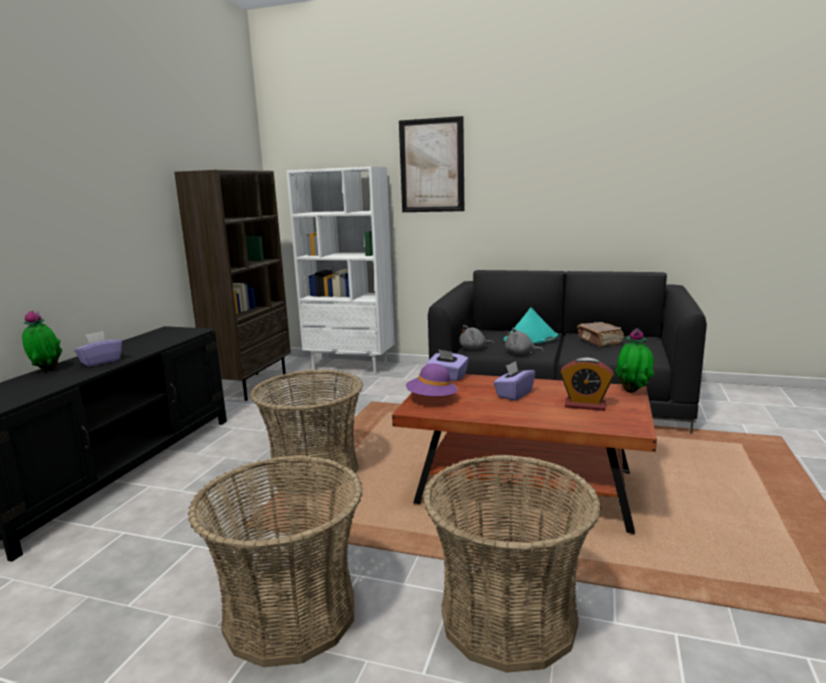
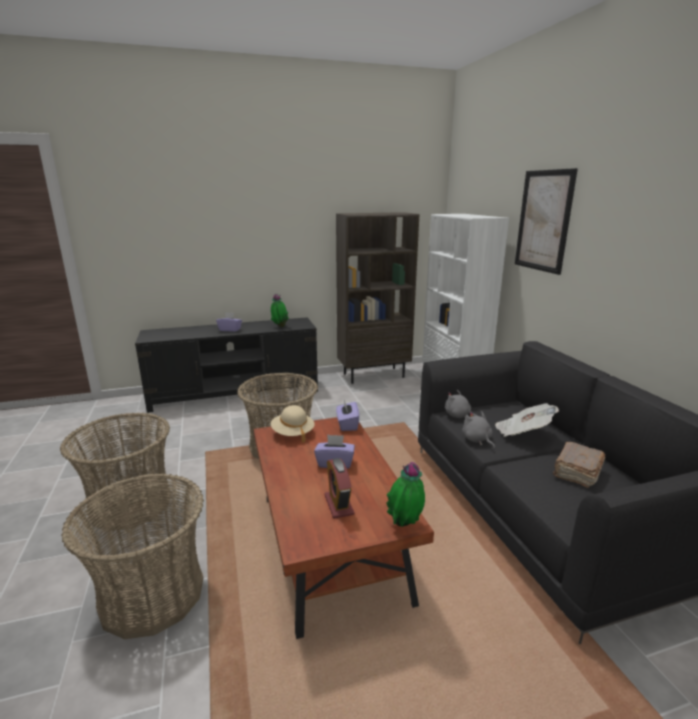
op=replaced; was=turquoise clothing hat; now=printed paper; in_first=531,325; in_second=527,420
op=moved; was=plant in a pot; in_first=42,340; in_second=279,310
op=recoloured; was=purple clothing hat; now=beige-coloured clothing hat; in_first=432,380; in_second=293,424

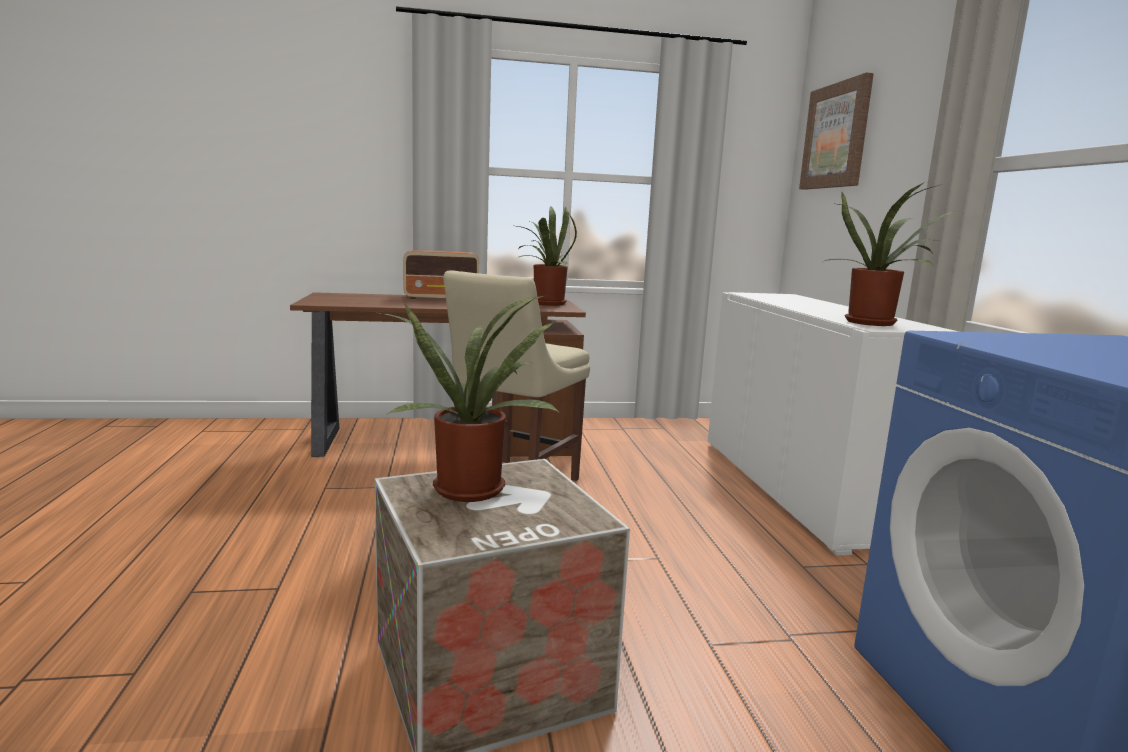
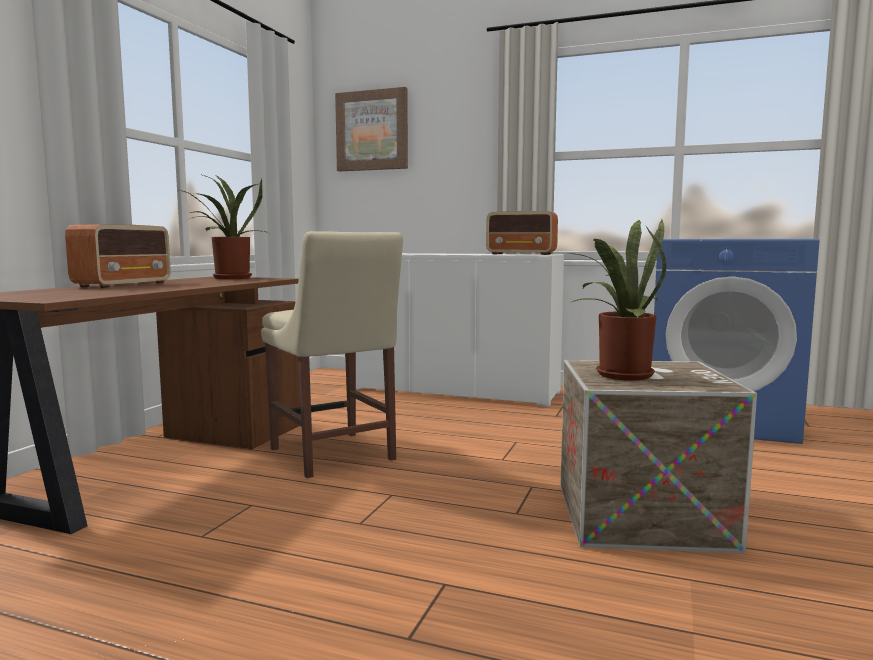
op=replaced; was=plant in a pot; now=radio; in_first=891,254; in_second=522,233

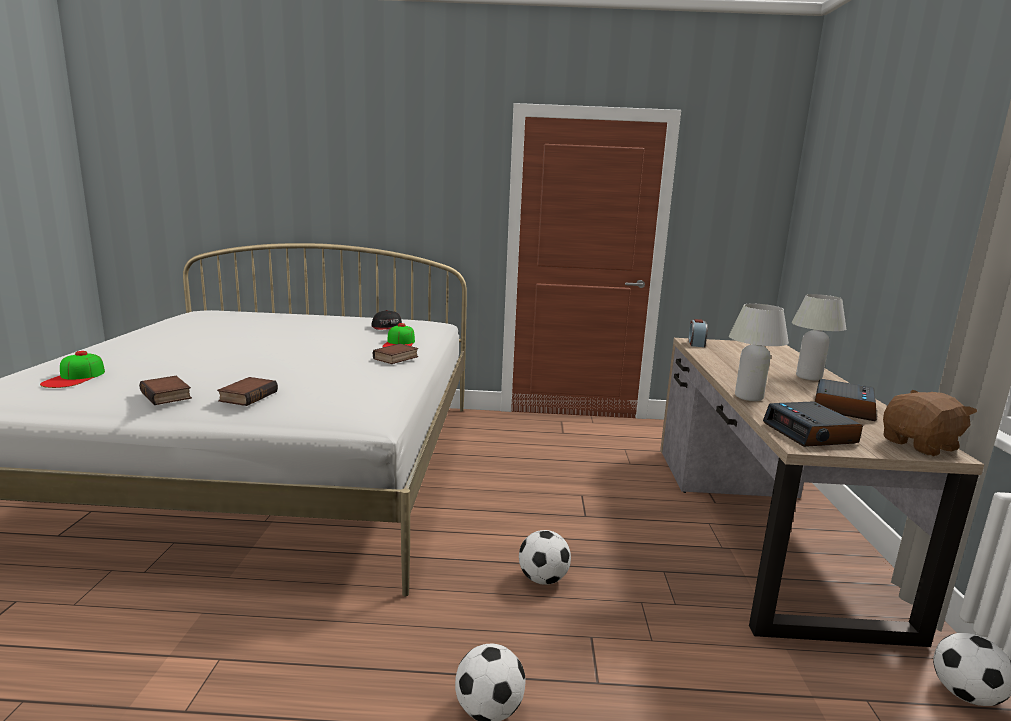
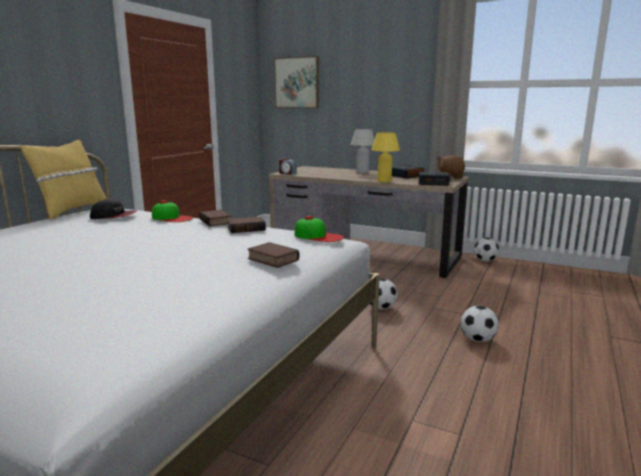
op=recoloured; was=white lamp for a table; now=yellow-coloured lamp for a table; in_first=759,352; in_second=385,157
op=moved; was=peaked cap; in_first=72,369; in_second=319,229
op=moved; was=bound book; in_first=165,390; in_second=246,225
op=added; now=picture; in_second=296,82
op=added; now=yellow-coloured cushion; in_second=63,180

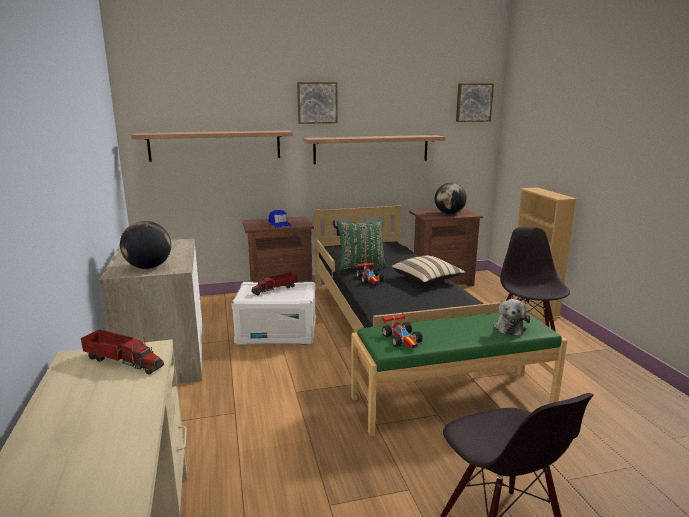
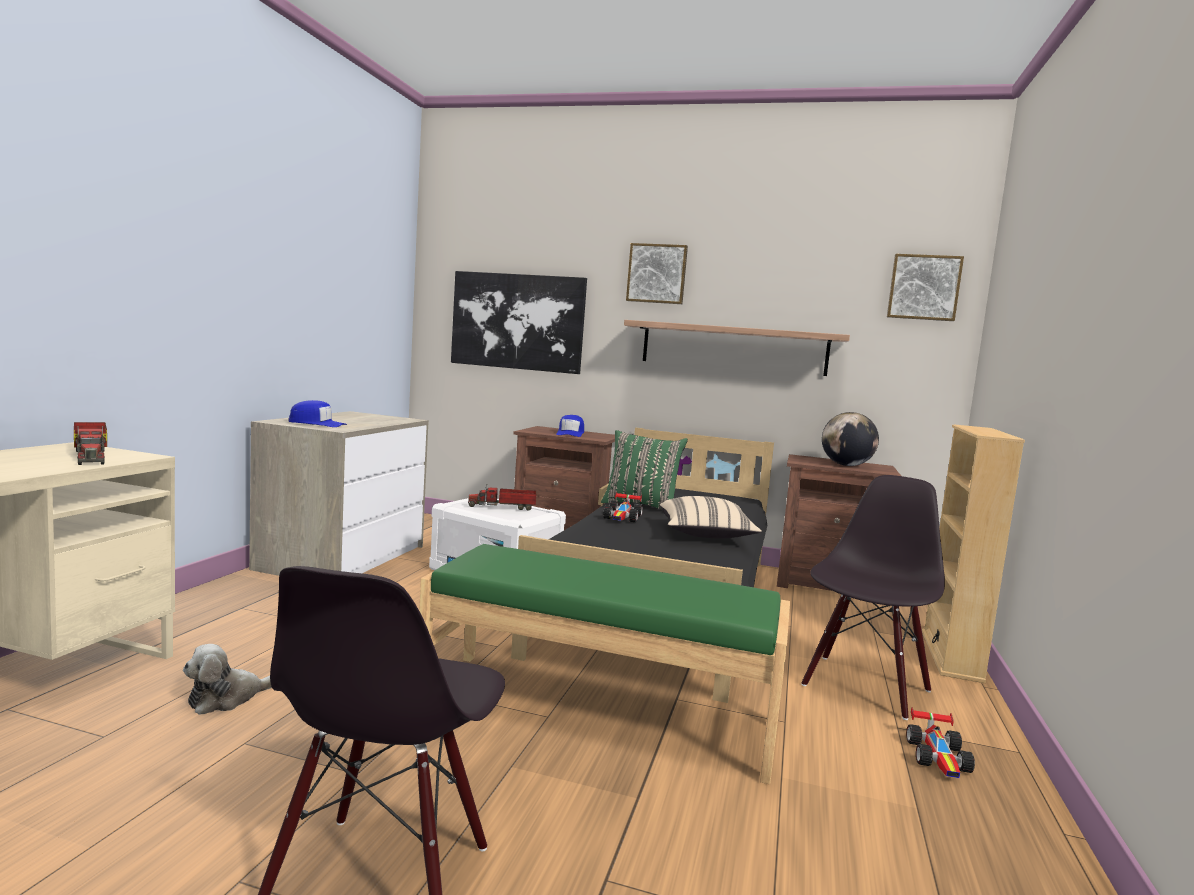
op=replaced; was=shelf; now=picture; in_first=212,146; in_second=519,322
op=replaced; was=world globe; now=blue-coloured peaked cap; in_first=145,245; in_second=317,413
op=moved; was=cuddly toy; in_first=512,317; in_second=227,679
op=moved; was=miniature car; in_first=402,330; in_second=940,742

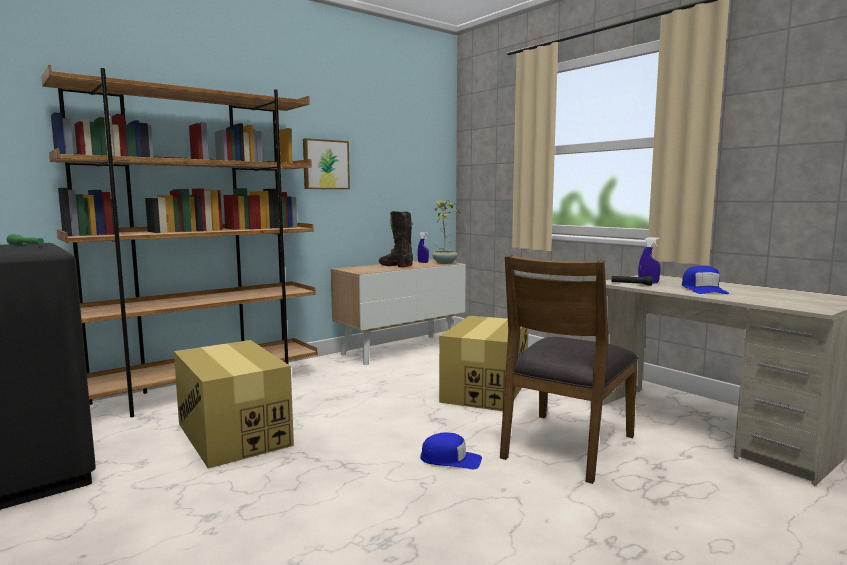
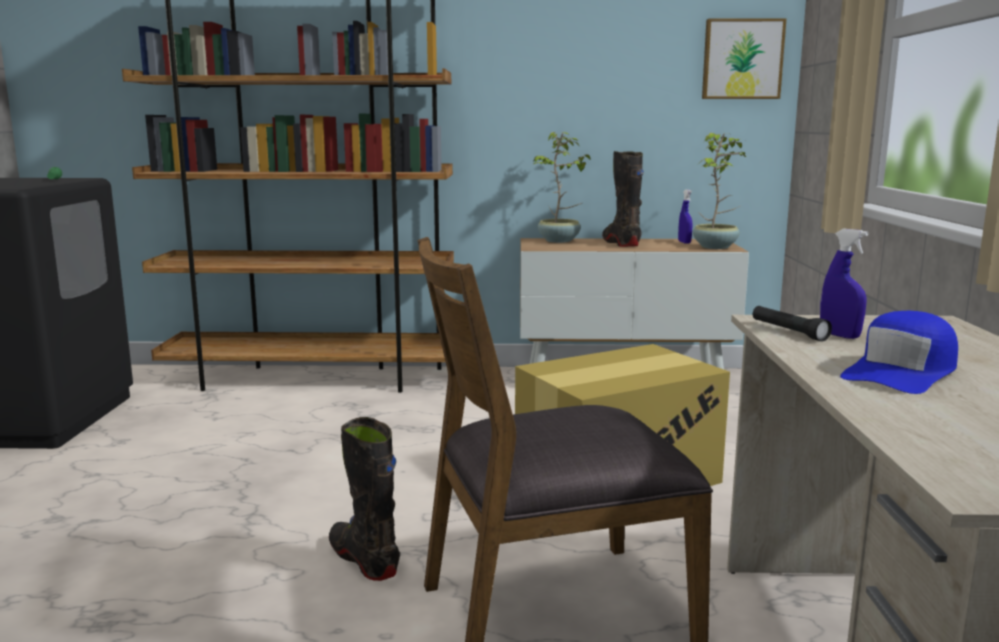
op=moved; was=picture; in_first=326,163; in_second=744,58
op=removed; was=cardboard box; in_first=234,404
op=replaced; was=blue-coloured peaked cap; now=blackish high-top boot; in_first=451,450; in_second=364,499
op=added; now=plant in a pot; in_second=562,187

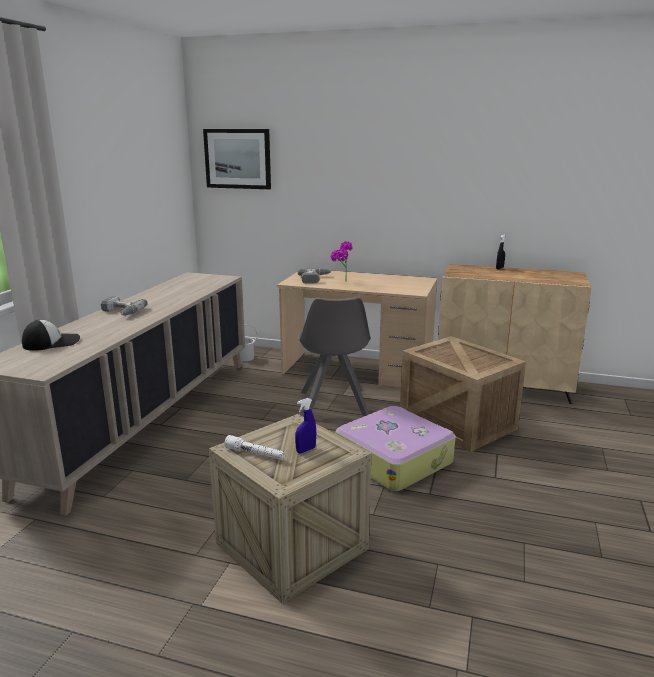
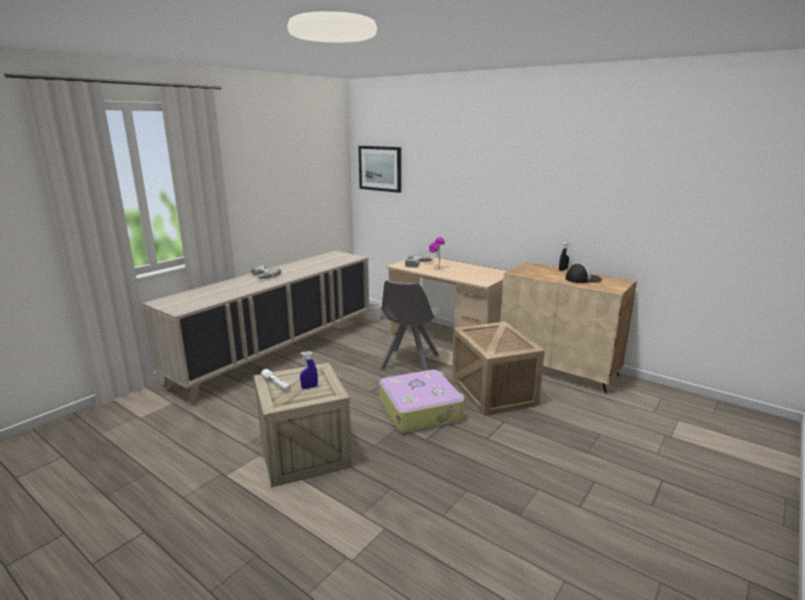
op=moved; was=peaked cap; in_first=51,335; in_second=583,273

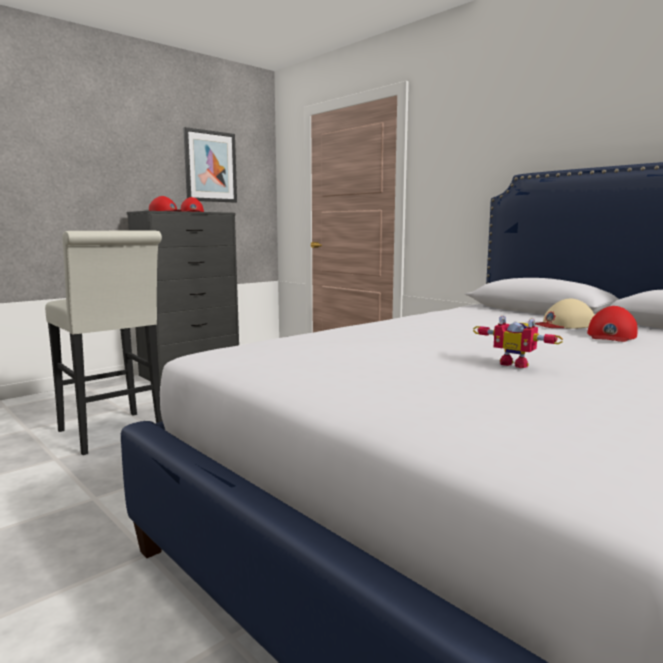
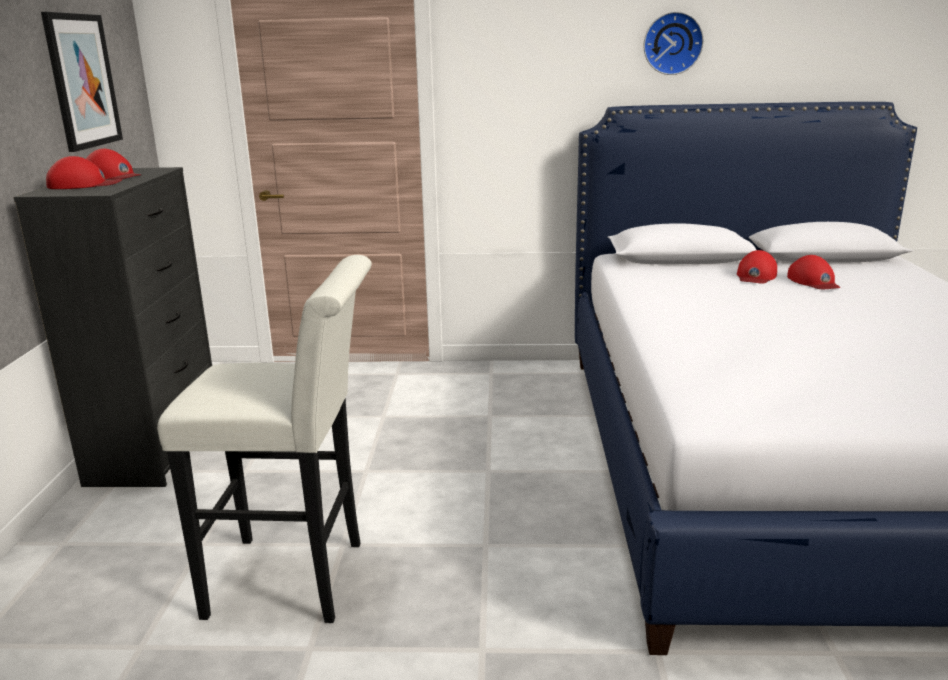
op=recoloured; was=beige-coloured peaked cap; now=red peaked cap; in_first=564,314; in_second=757,267
op=removed; was=toy robot; in_first=518,341
op=added; now=clock on the wall; in_second=674,43

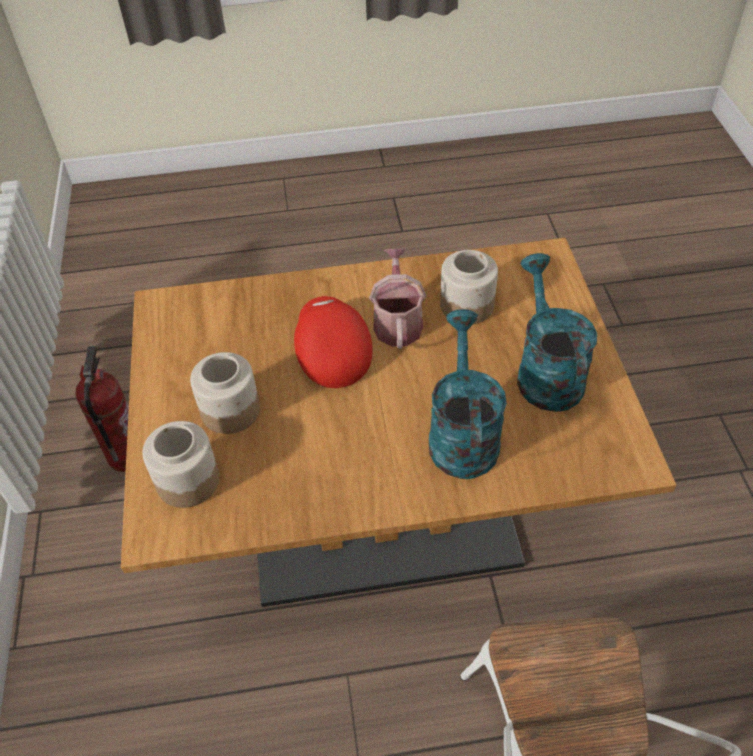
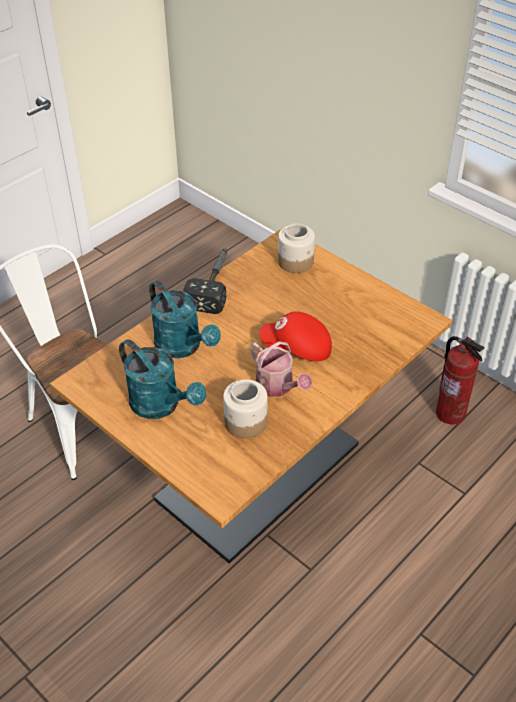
op=turned; was=red peaked cap; in_first=333,342; in_second=296,336; clockwise=150
op=removed; was=jar; in_first=225,393
op=added; now=hand hammer; in_second=205,281

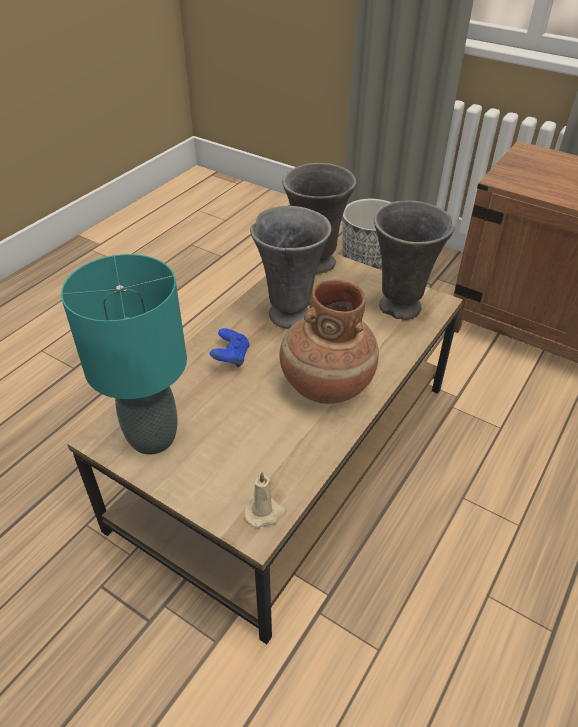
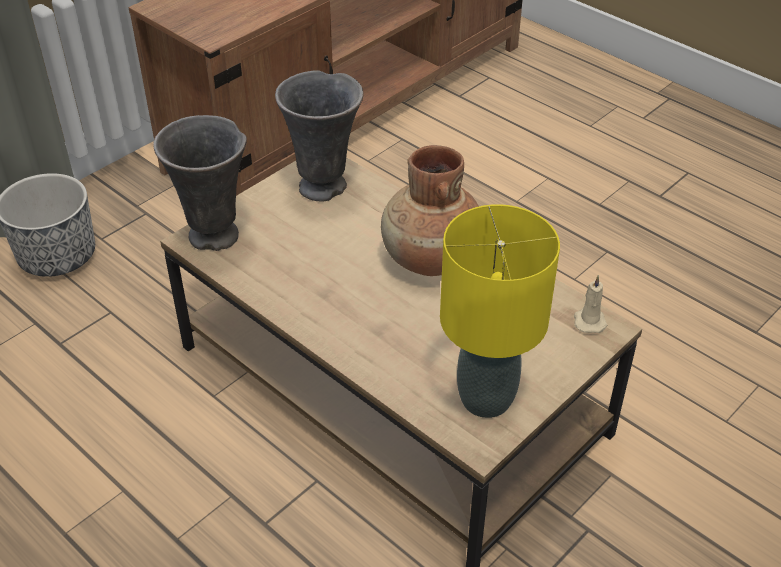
op=removed; was=greyish vase; in_first=290,267
op=recoloured; was=turquoise lamp for a table; now=yellow-coloured lamp for a table; in_first=124,354; in_second=500,311
op=removed; was=blue-coloured joypad; in_first=230,347

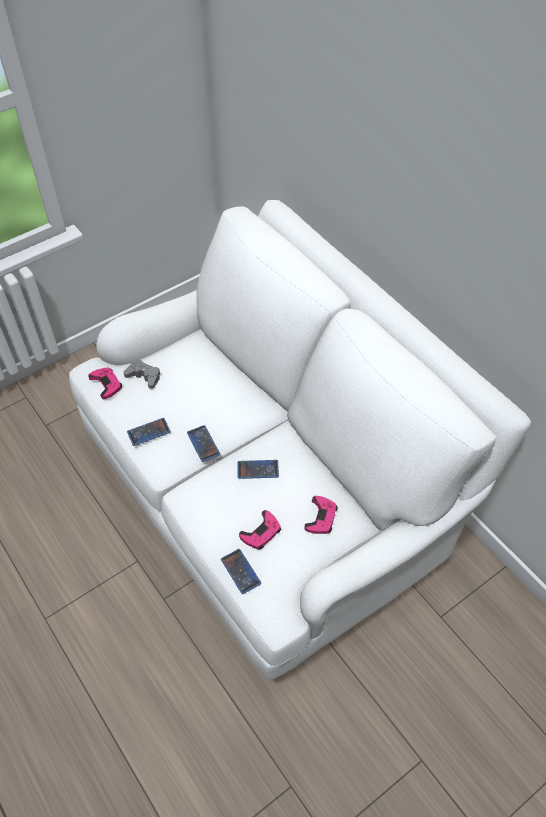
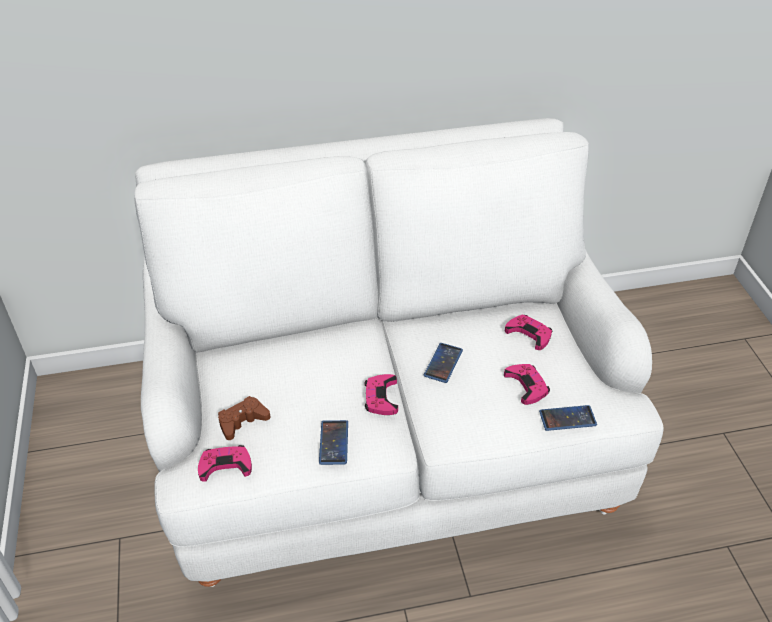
op=recoloured; was=greyish joypad; now=brown-coloured joypad; in_first=141,374; in_second=244,418
op=replaced; was=phone; now=pinkish joypad; in_first=203,443; in_second=381,394

